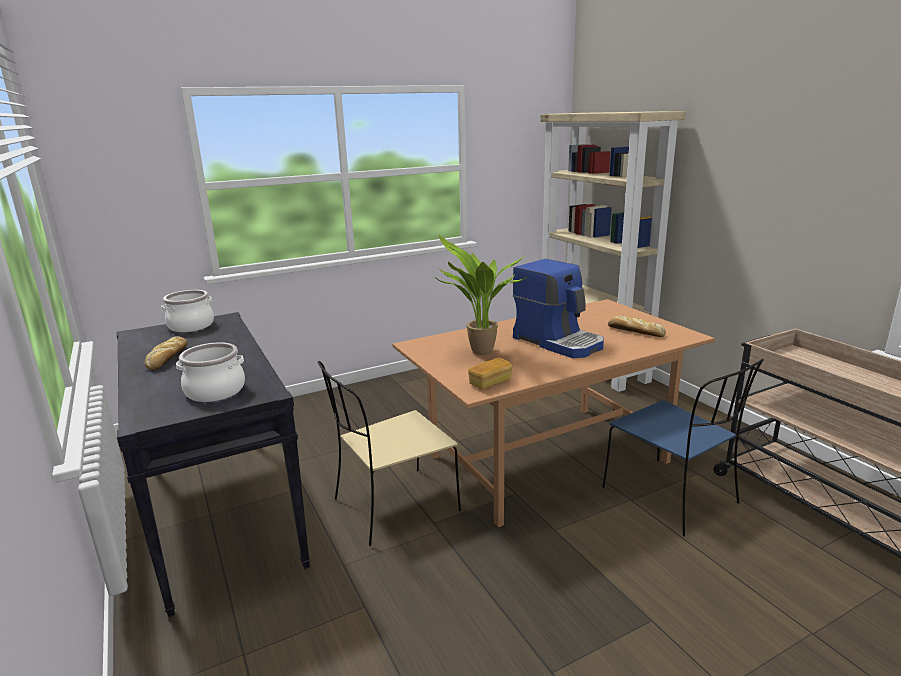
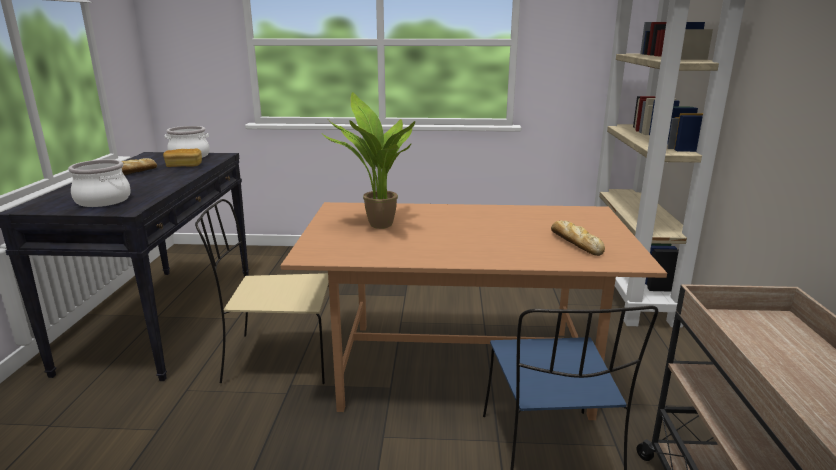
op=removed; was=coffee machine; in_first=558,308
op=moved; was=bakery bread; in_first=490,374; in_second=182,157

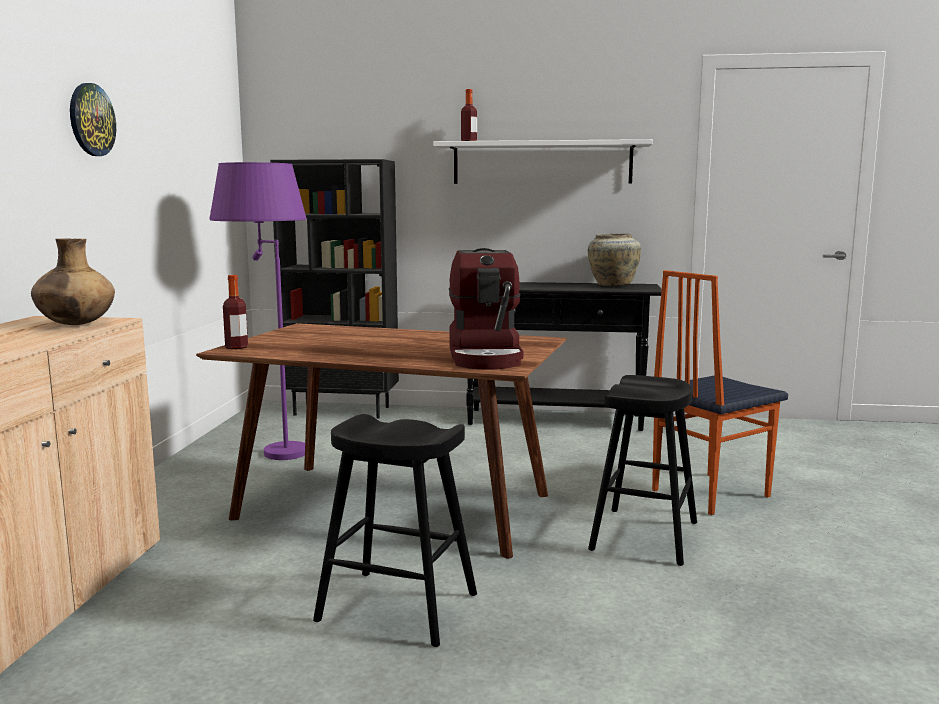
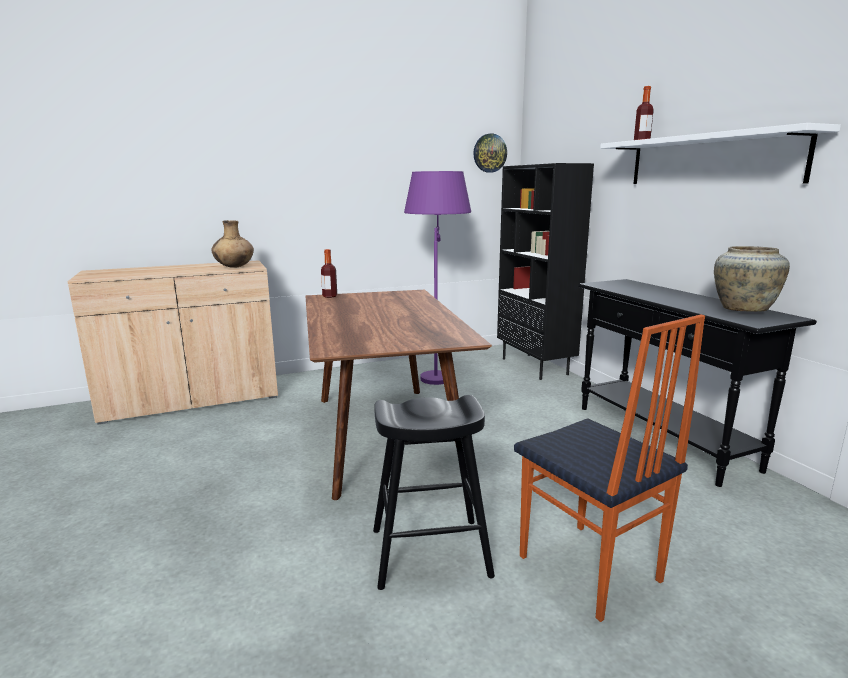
op=moved; was=clock on the wall; in_first=93,119; in_second=490,153
op=removed; was=coffee machine; in_first=486,309
op=turned; was=plain chair; in_first=720,392; in_second=609,468; clockwise=-150
op=removed; was=blackish stool seat; in_first=395,530

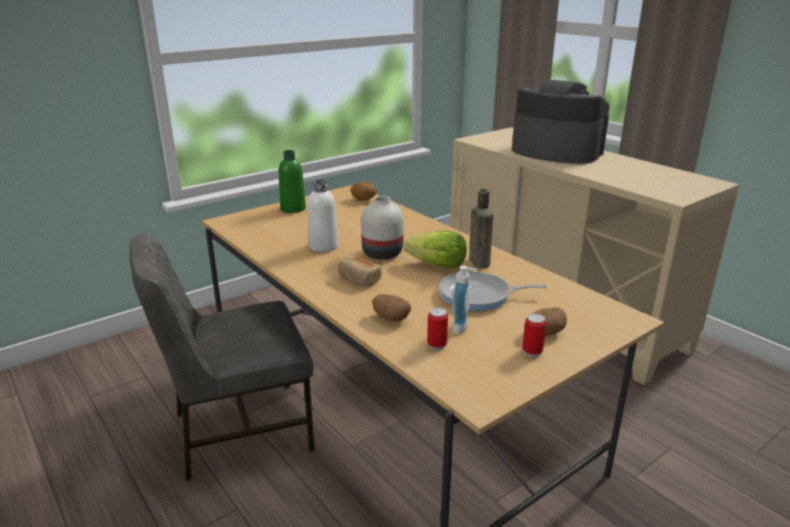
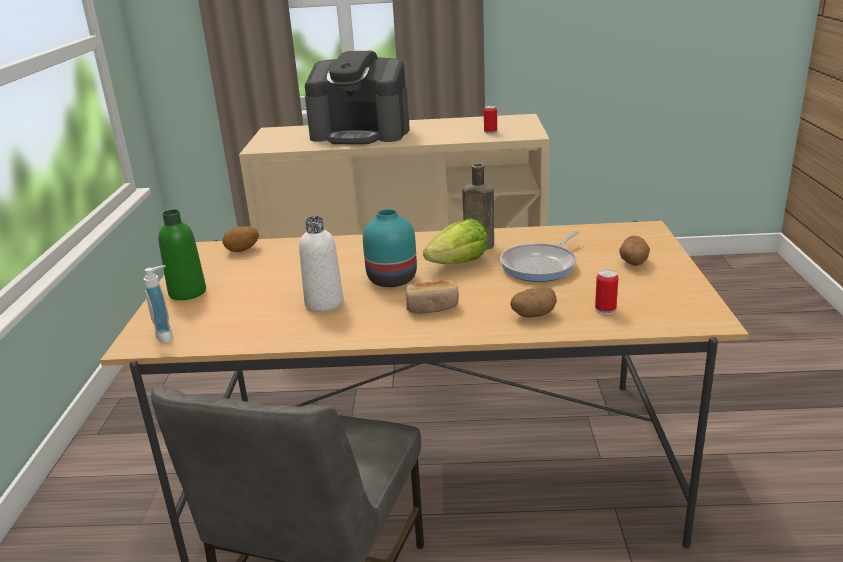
op=turned; was=coffee machine; in_first=561,122; in_second=357,97; clockwise=-150
op=recoloured; was=white vase; now=turquoise vase; in_first=382,228; in_second=390,248
op=moved; was=soap dispenser; in_first=465,300; in_second=158,304
op=moved; was=can; in_first=534,335; in_second=490,119

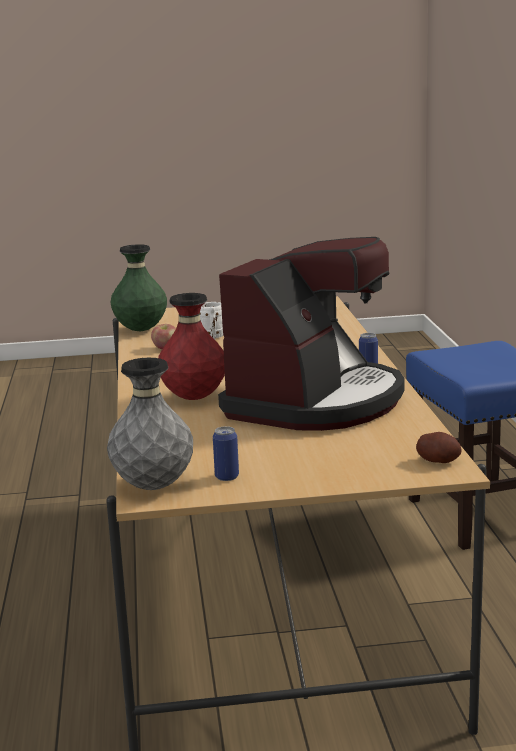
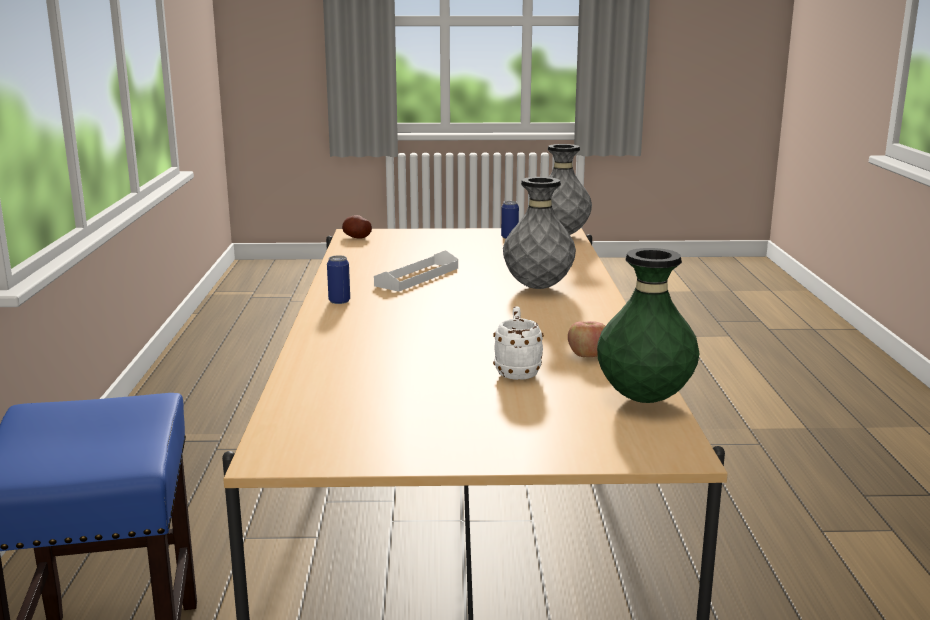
op=replaced; was=coffee machine; now=white carrying tray; in_first=311,334; in_second=416,271
op=recoloured; was=red vase; now=greyish vase; in_first=191,346; in_second=539,233

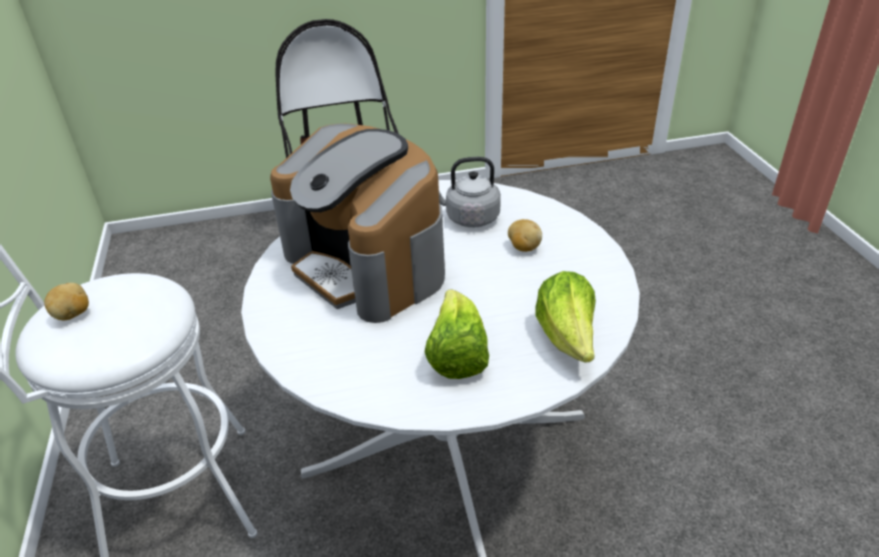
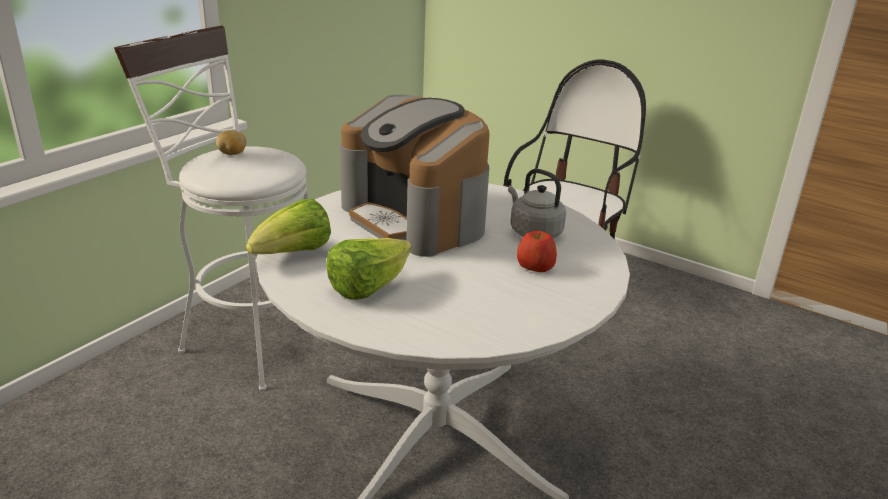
op=turned; was=coffee machine; in_first=357,223; in_second=415,176; clockwise=-45
op=replaced; was=spud; now=whole apple; in_first=525,235; in_second=537,251
op=moved; was=lettuce; in_first=565,317; in_second=288,226

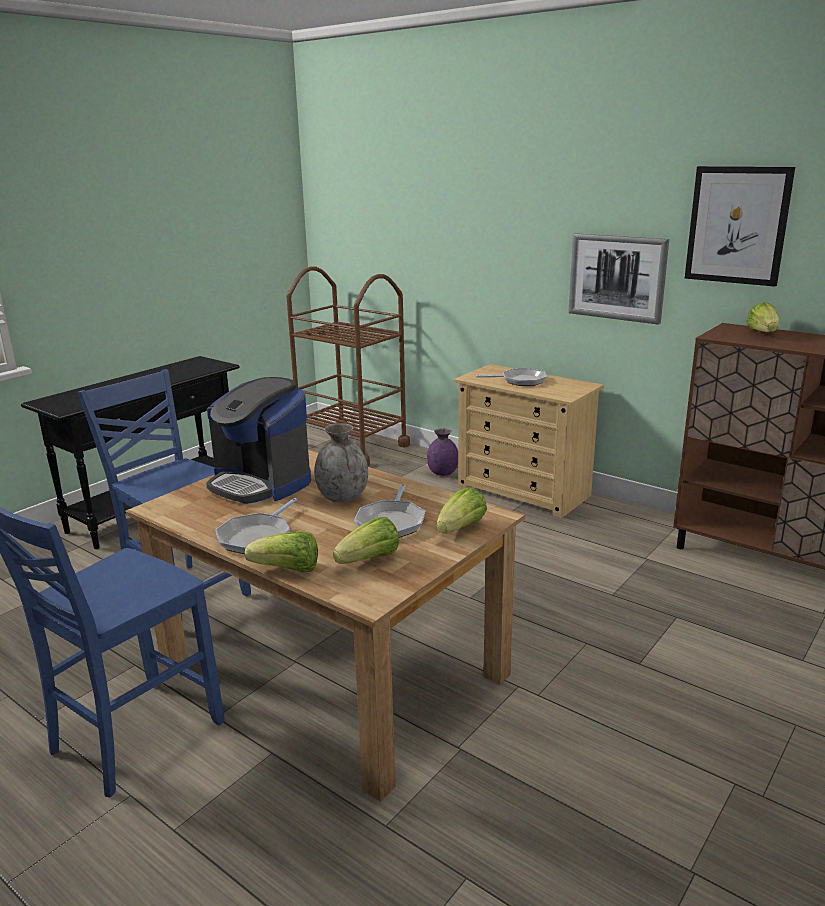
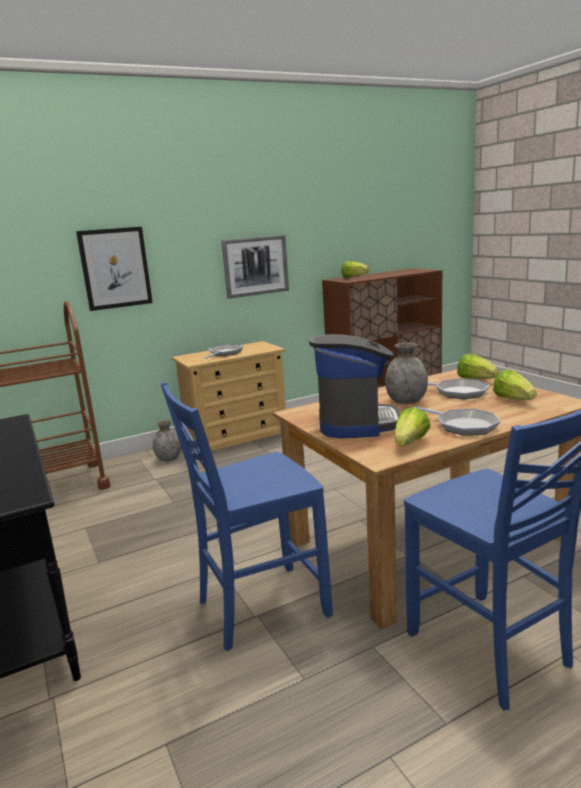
op=moved; was=picture; in_first=740,226; in_second=114,269
op=turned; was=coffee machine; in_first=258,440; in_second=354,386; clockwise=-60
op=recoloured; was=purple vase; now=greyish vase; in_first=442,452; in_second=167,440
op=moved; was=lettuce; in_first=281,552; in_second=413,426

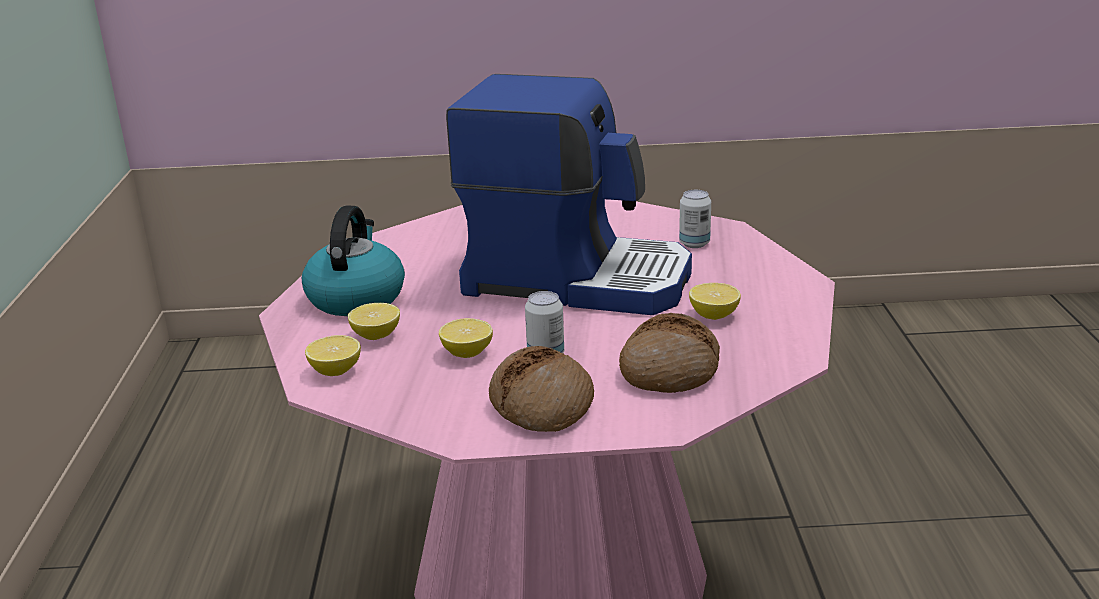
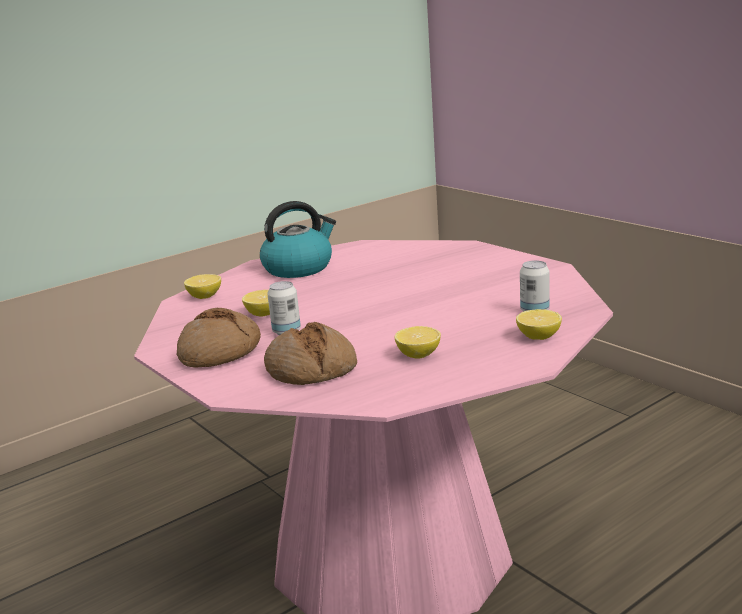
op=removed; was=coffee machine; in_first=569,194
op=moved; was=lemon; in_first=374,321; in_second=539,324

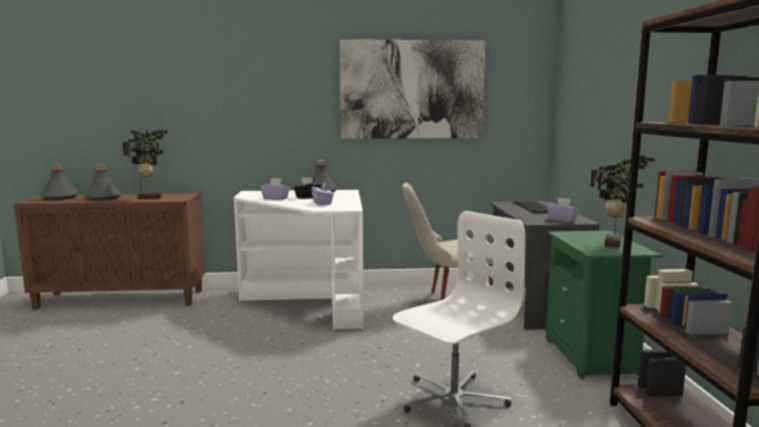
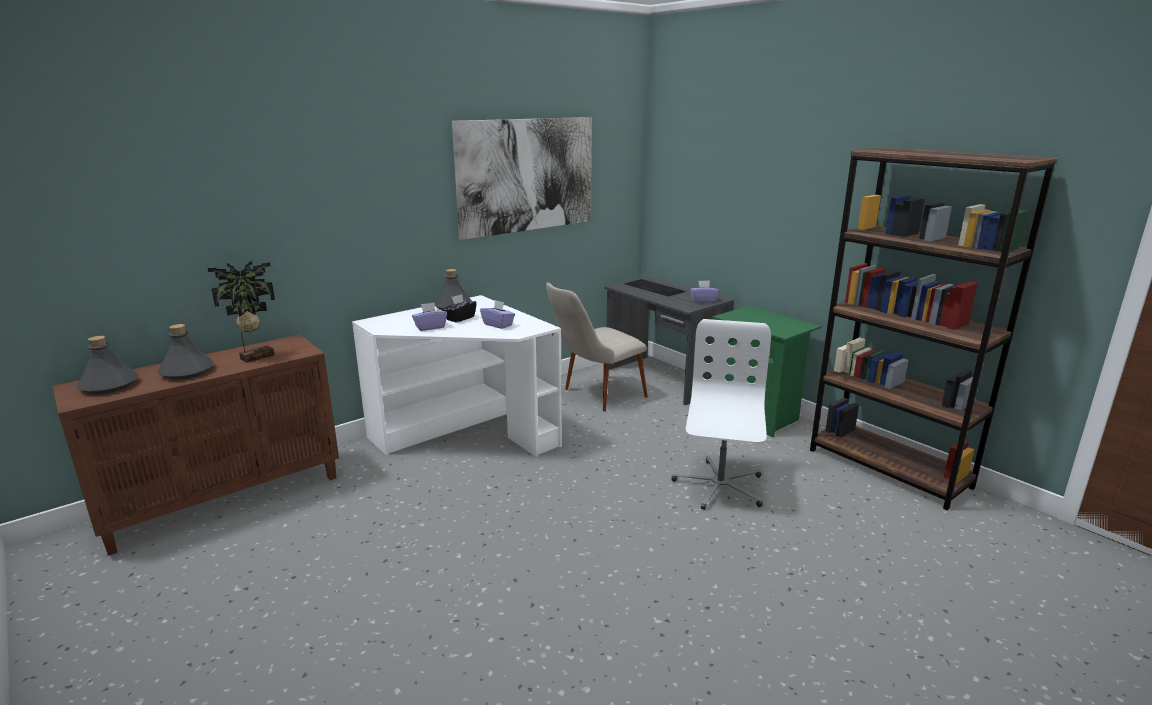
op=removed; was=plant in a pot; in_first=622,202

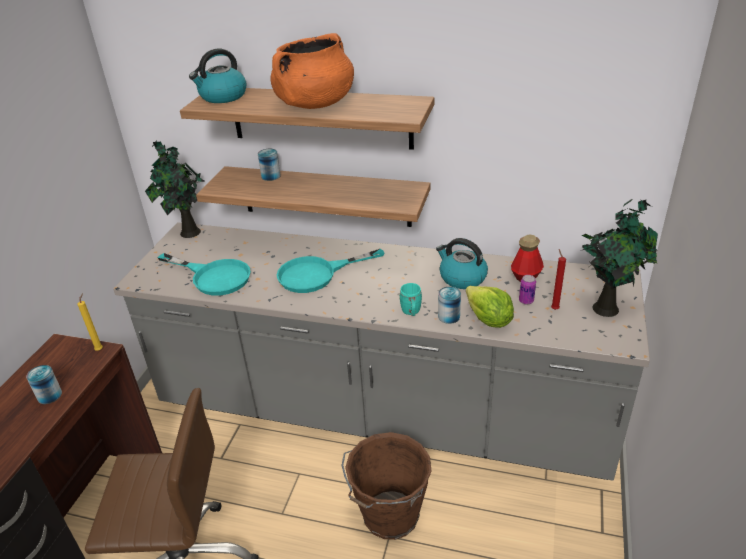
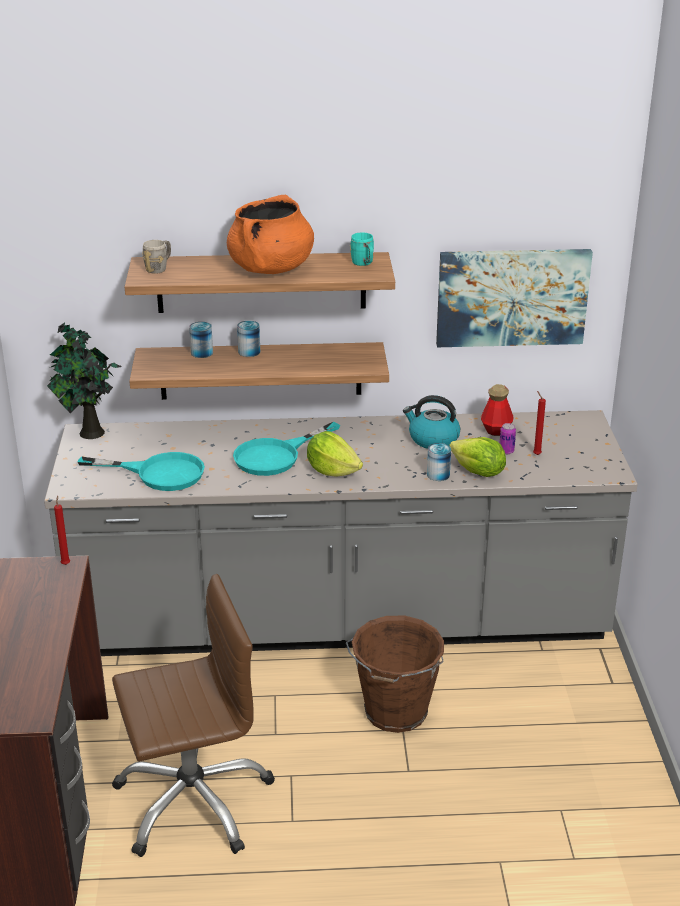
op=replaced; was=tea kettle; now=greyish tea mug; in_first=218,75; in_second=156,257
op=removed; was=plant in a pot; in_first=619,258
op=moved; was=turquoise tea mug; in_first=410,299; in_second=362,249
op=recoloured; was=yellow-coloured wax light; now=red wax light; in_first=90,322; in_second=62,530
op=moved; was=can; in_first=44,384; in_second=248,339
op=added; now=picture; in_second=514,298
op=added; now=lettuce; in_second=335,453

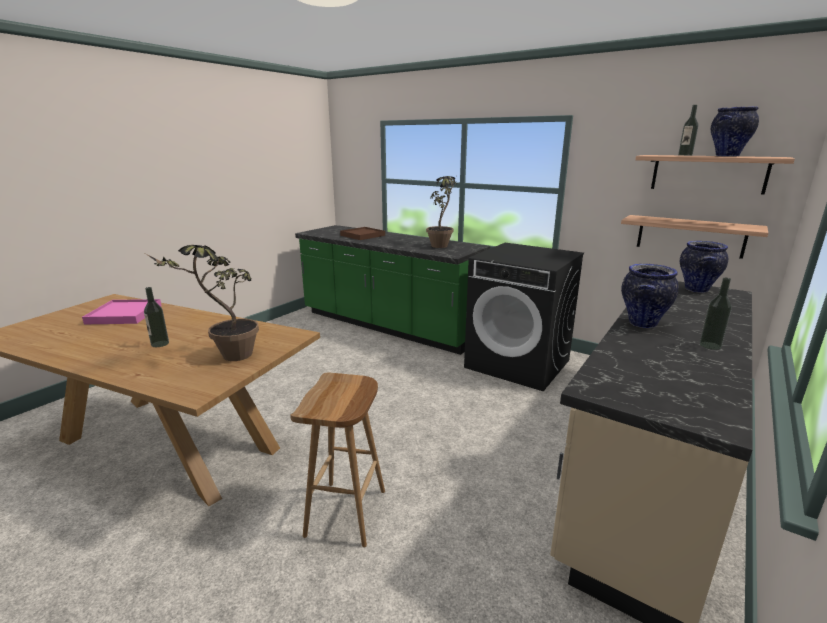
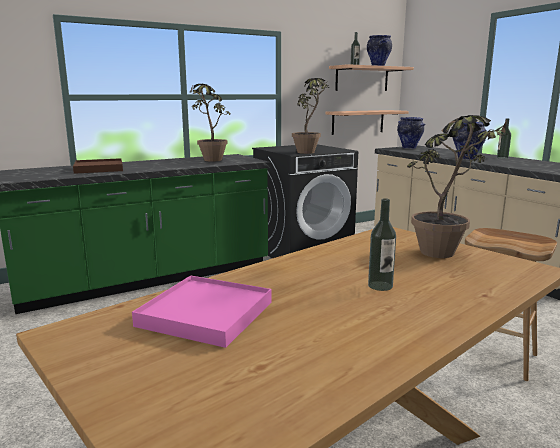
op=added; now=plant in a pot; in_second=310,116

